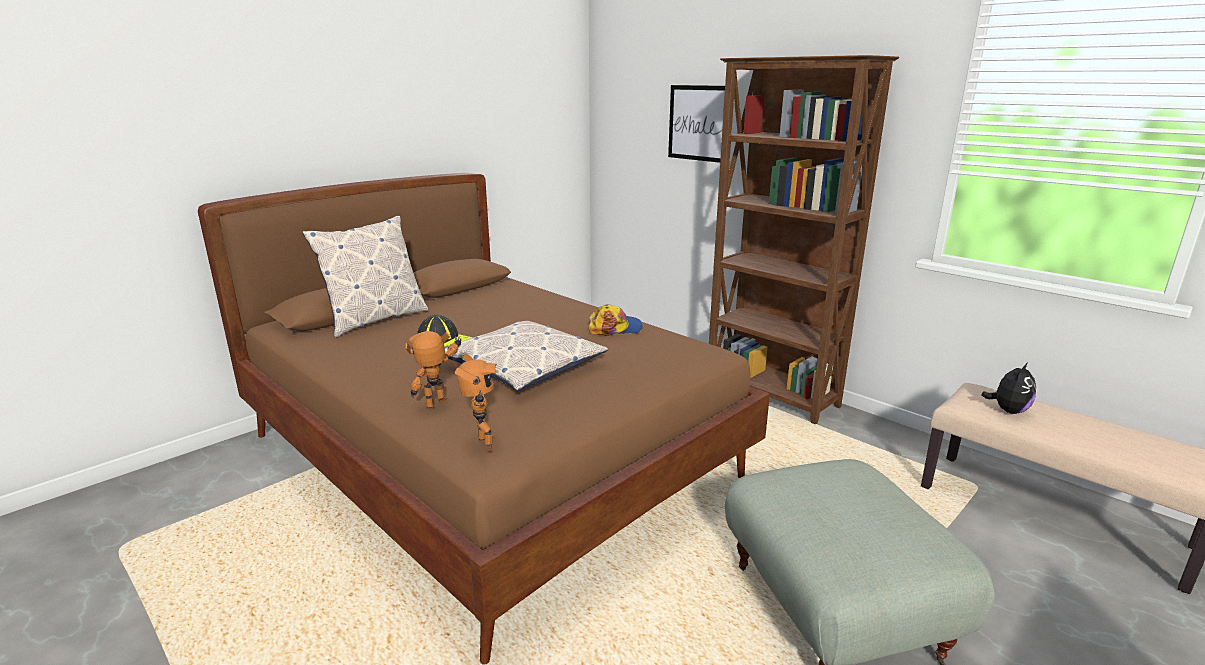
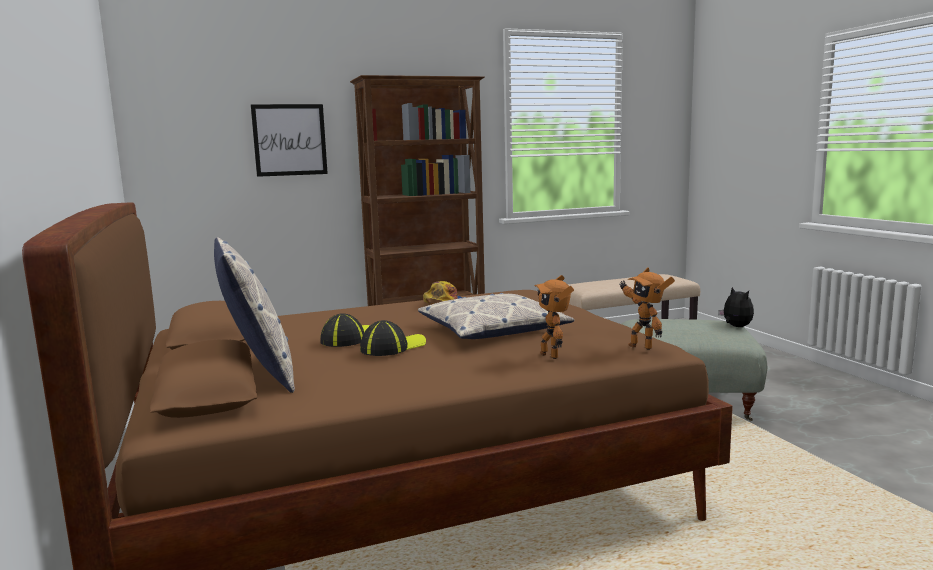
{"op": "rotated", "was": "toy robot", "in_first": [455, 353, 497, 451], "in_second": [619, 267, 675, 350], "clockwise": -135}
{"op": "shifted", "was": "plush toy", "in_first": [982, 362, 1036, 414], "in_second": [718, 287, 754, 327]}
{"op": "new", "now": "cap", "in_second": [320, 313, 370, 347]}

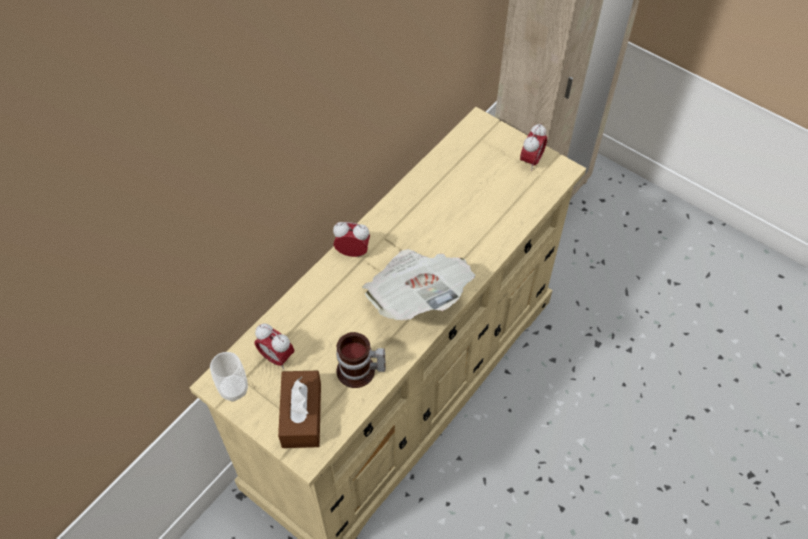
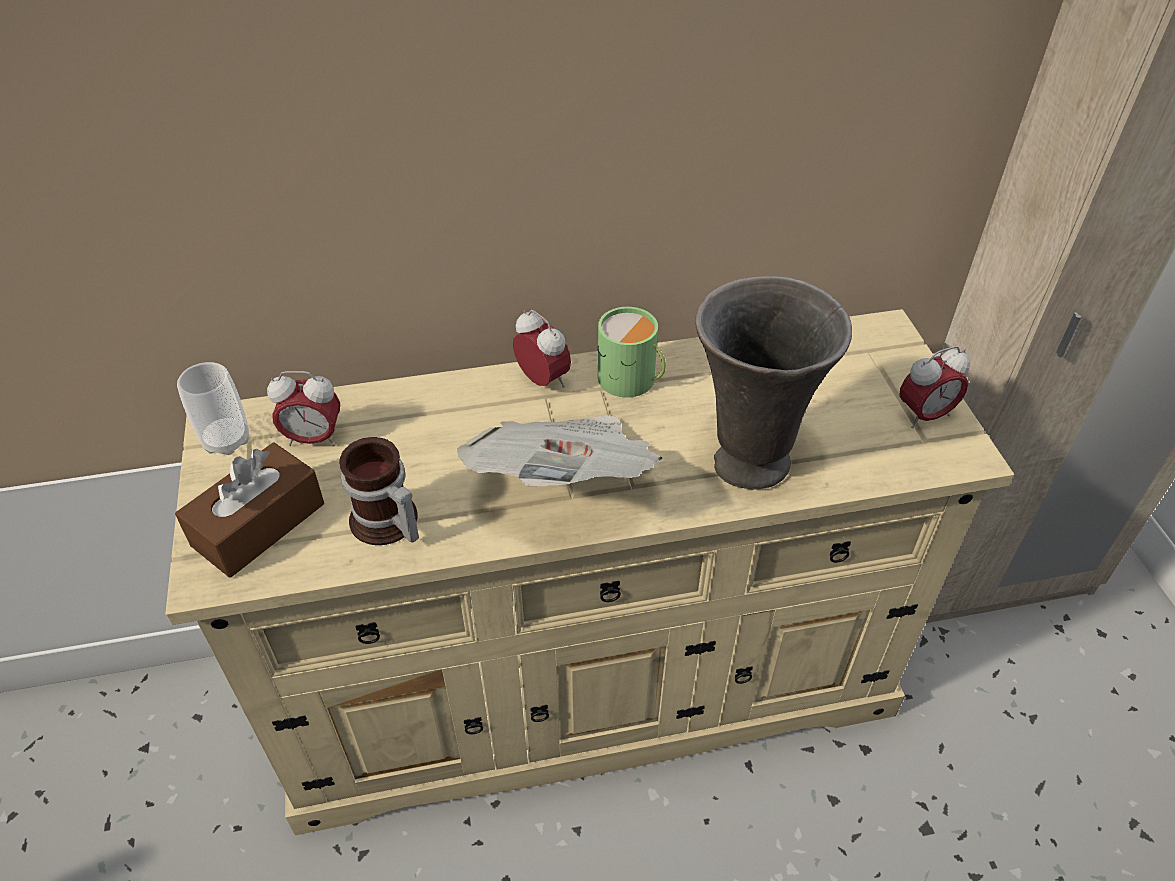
{"op": "rotated", "was": "alarm clock", "in_first": [255, 323, 294, 369], "in_second": [267, 371, 340, 446], "clockwise": -75}
{"op": "new", "now": "grey vase", "in_second": [695, 276, 852, 490]}
{"op": "new", "now": "green mug", "in_second": [597, 307, 666, 397]}

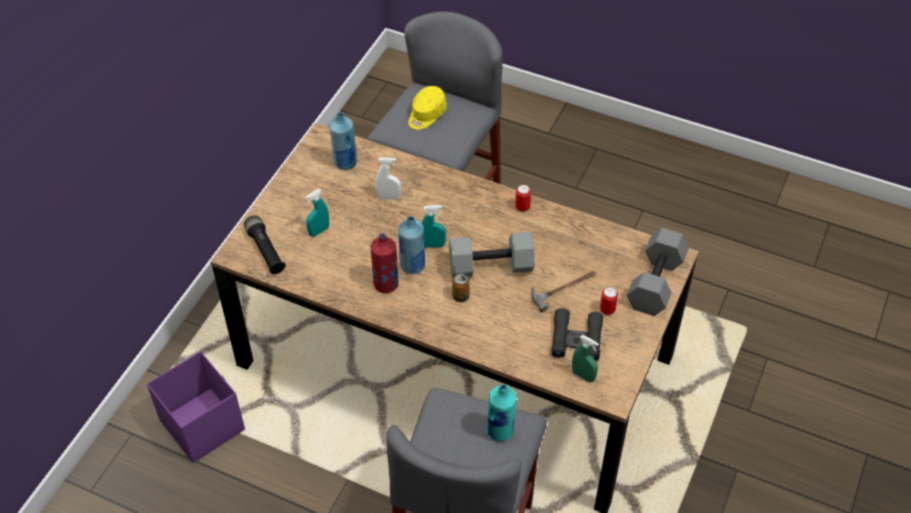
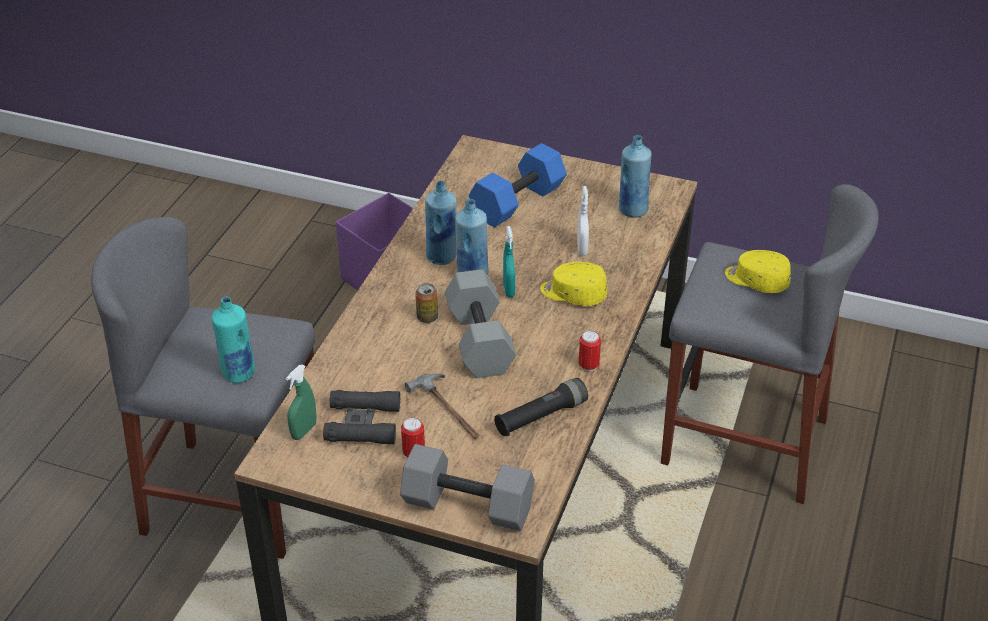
{"op": "swapped", "was": "turquoise spray bottle", "now": "blue dumbbell", "in_first": [305, 189, 329, 237], "in_second": [469, 143, 567, 227]}
{"op": "shifted", "was": "black flashlight", "in_first": [244, 215, 286, 274], "in_second": [494, 378, 588, 436]}
{"op": "repainted", "was": "red bottle", "now": "blue bottle", "in_first": [371, 233, 399, 293], "in_second": [425, 181, 457, 265]}
{"op": "new", "now": "yellow cap", "in_second": [540, 262, 608, 306]}

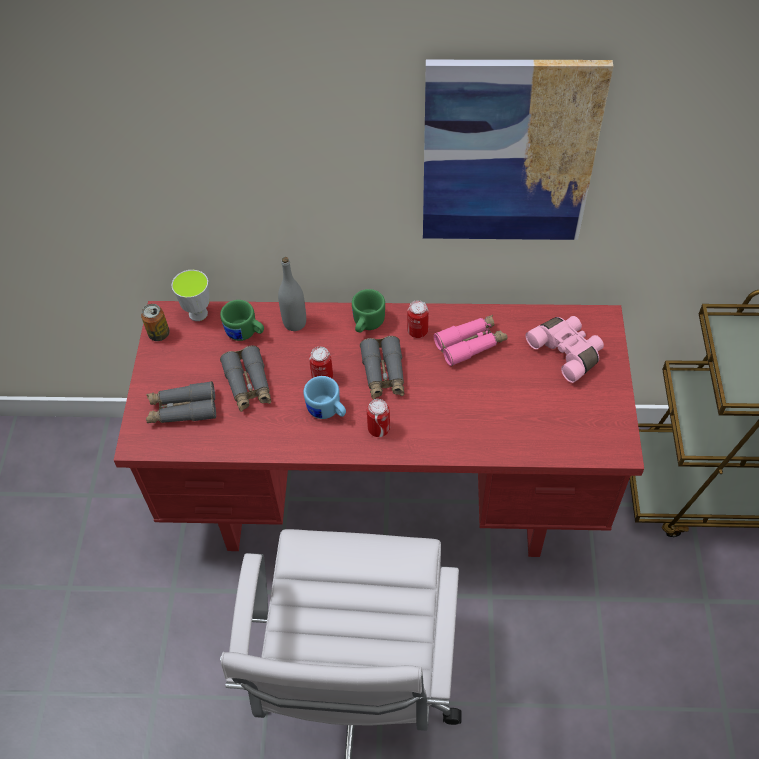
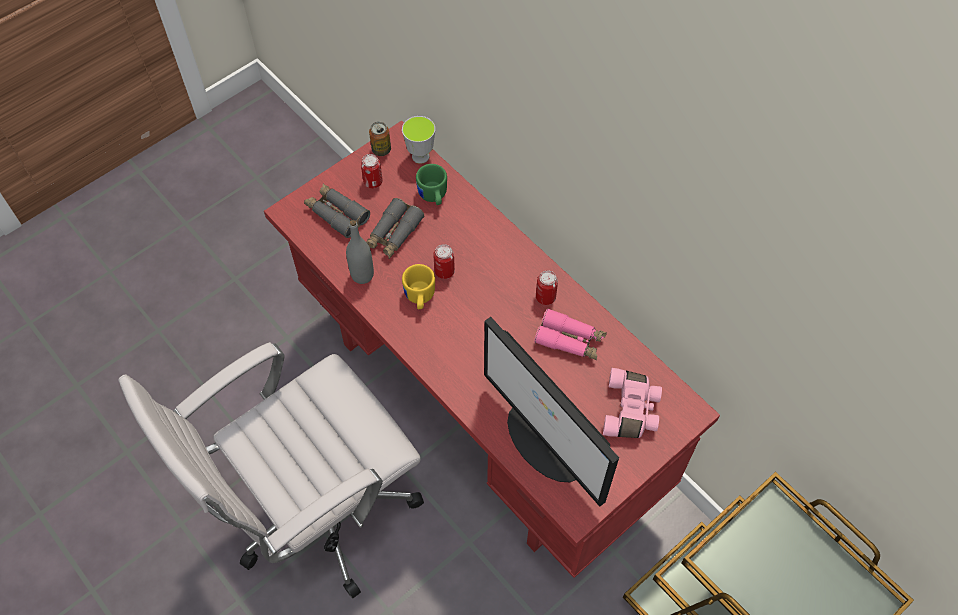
{"op": "gone", "was": "picture", "in_first": [423, 60, 613, 240]}
{"op": "shifted", "was": "grey bottle", "in_first": [278, 257, 306, 331], "in_second": [346, 220, 374, 284]}
{"op": "gone", "was": "green mug", "in_first": [352, 289, 385, 333]}
{"op": "gone", "was": "grey binoculars", "in_first": [360, 336, 404, 399]}
{"op": "repainted", "was": "blue mug", "now": "yellow mug", "in_first": [304, 376, 346, 419], "in_second": [402, 264, 435, 309]}
{"op": "shifted", "was": "can", "in_first": [367, 399, 390, 437], "in_second": [361, 154, 383, 188]}
{"op": "new", "now": "monitor", "in_second": [484, 317, 619, 507]}

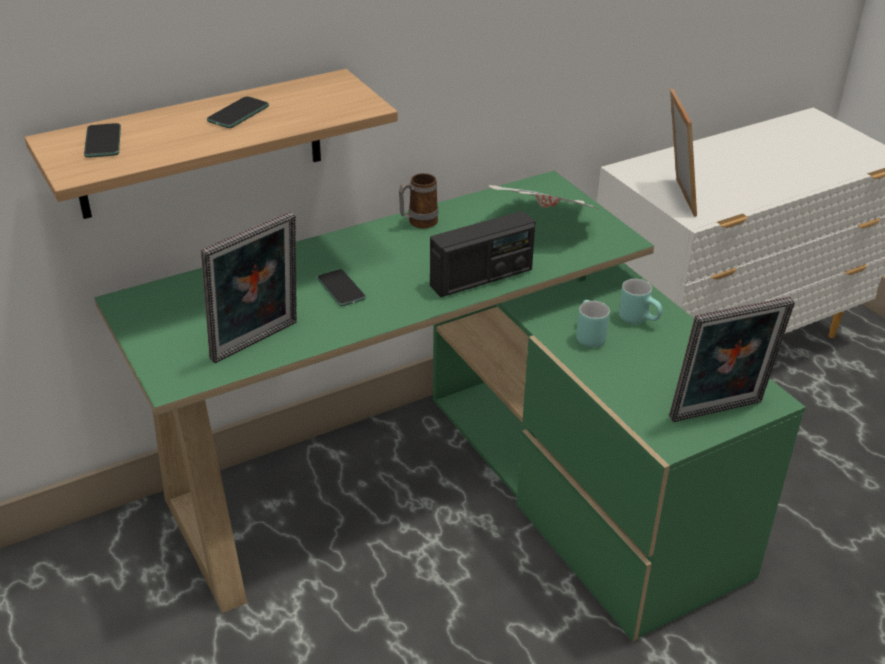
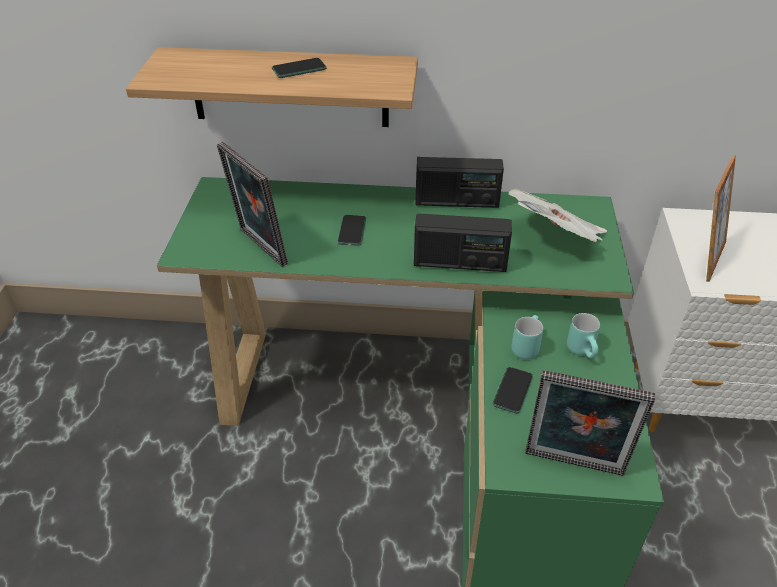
{"op": "shifted", "was": "phone", "in_first": [84, 123, 121, 158], "in_second": [493, 367, 533, 413]}
{"op": "swapped", "was": "mug", "now": "radio", "in_first": [399, 173, 438, 229], "in_second": [415, 157, 504, 208]}
{"op": "rotated", "was": "picture frame", "in_first": [201, 212, 297, 363], "in_second": [217, 142, 288, 267], "clockwise": 60}

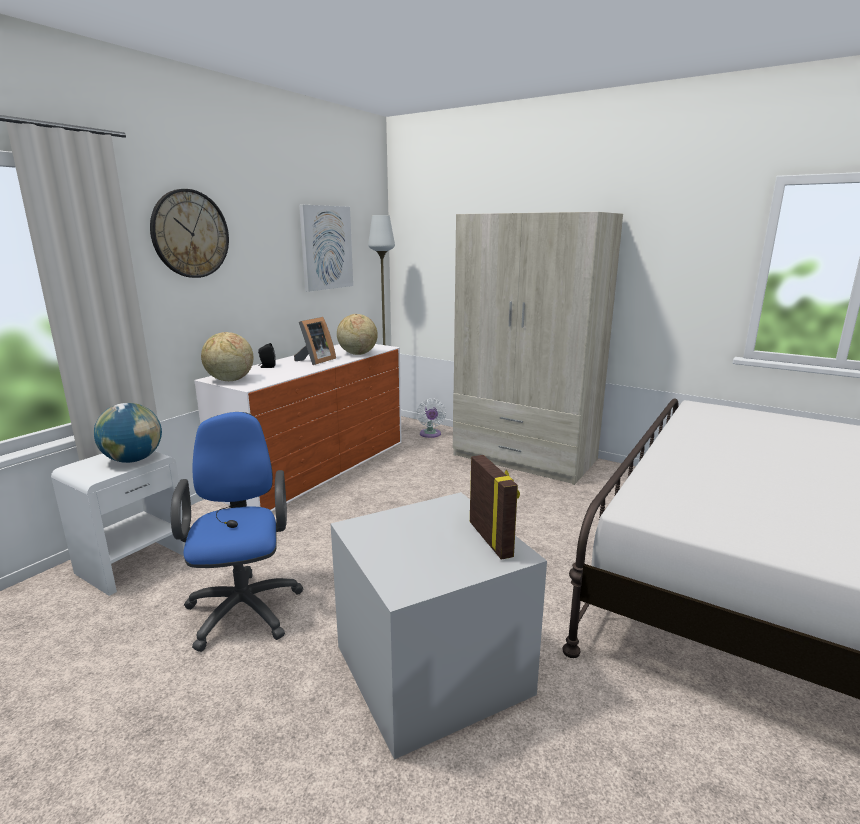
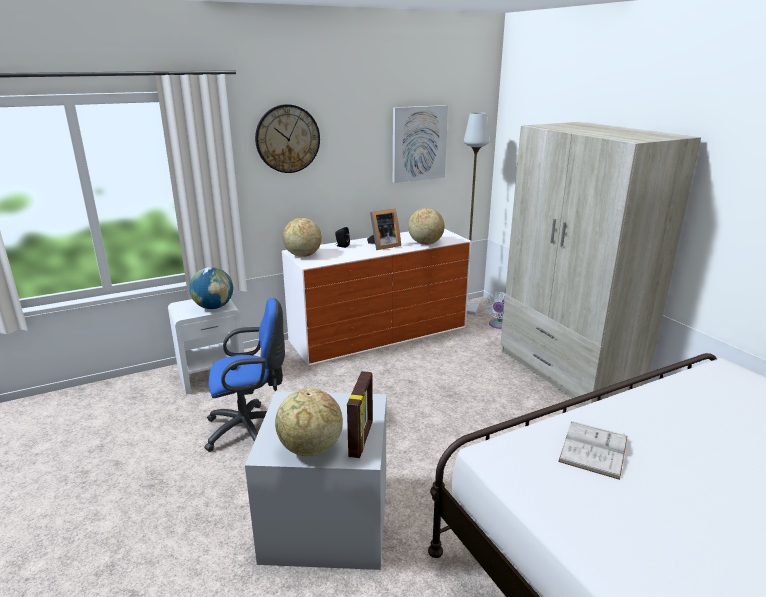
{"op": "rotated", "was": "blue office chair", "in_first": [171, 412, 303, 652], "in_second": [204, 298, 285, 452], "clockwise": 60}
{"op": "new", "now": "globe", "in_second": [275, 388, 343, 456]}
{"op": "new", "now": "white book", "in_second": [558, 421, 628, 480]}

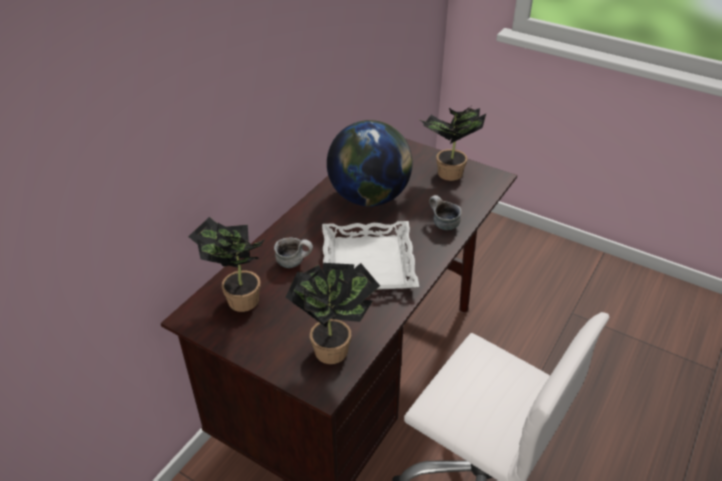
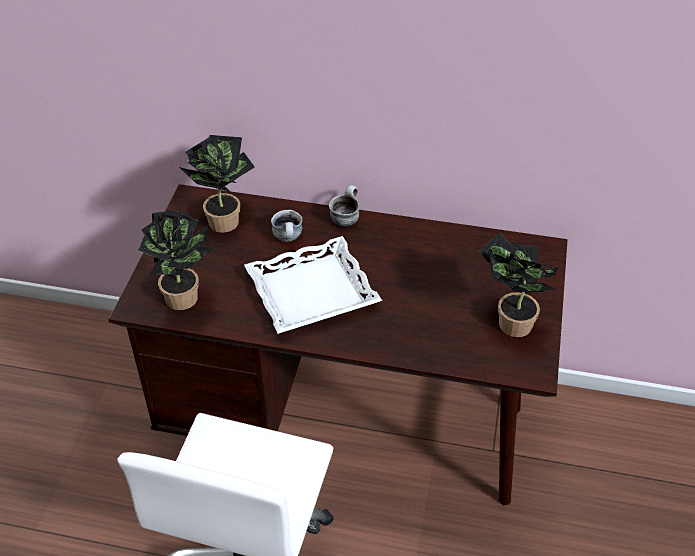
{"op": "gone", "was": "globe", "in_first": [327, 120, 413, 206]}
{"op": "shifted", "was": "mug", "in_first": [429, 195, 462, 230], "in_second": [329, 185, 359, 226]}

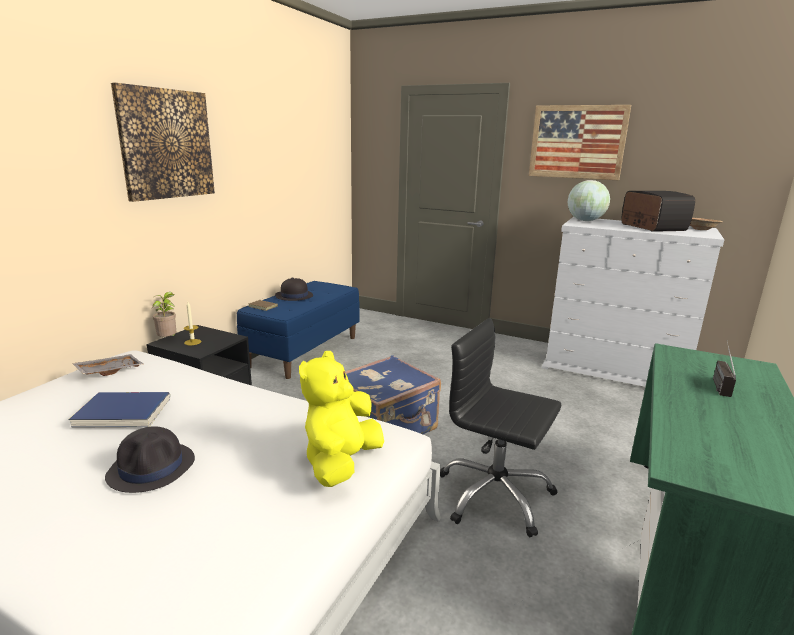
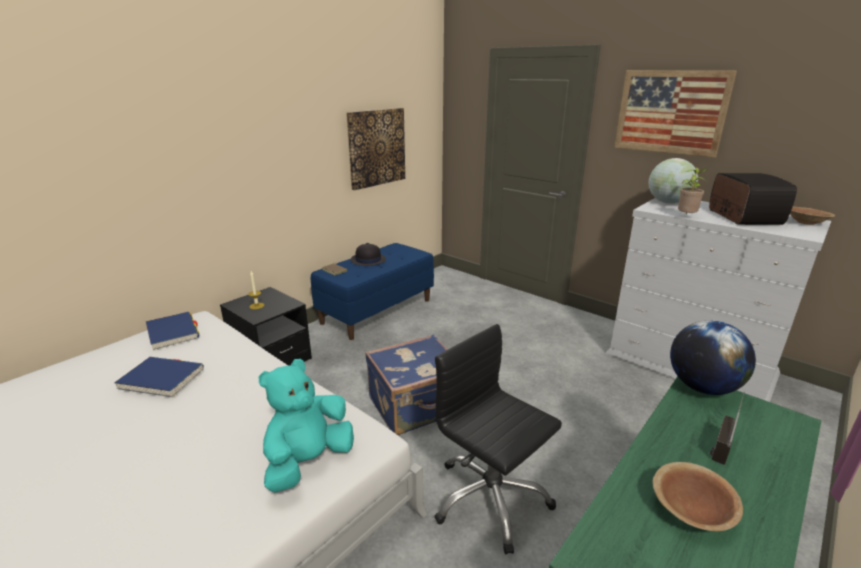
{"op": "shifted", "was": "picture", "in_first": [111, 83, 215, 202], "in_second": [346, 108, 405, 190]}
{"op": "shifted", "was": "potted plant", "in_first": [151, 292, 176, 337], "in_second": [678, 167, 708, 214]}
{"op": "repainted", "was": "yellow plush toy", "now": "turquoise plush toy", "in_first": [299, 351, 384, 487], "in_second": [259, 359, 354, 492]}
{"op": "swapped", "was": "grey tray", "now": "blue book", "in_first": [72, 354, 143, 376], "in_second": [146, 312, 199, 350]}
{"op": "gone", "was": "black hat", "in_first": [105, 426, 195, 493]}
{"op": "new", "now": "globe", "in_second": [670, 320, 756, 395]}
{"op": "new", "now": "brown bowl", "in_second": [653, 462, 743, 532]}

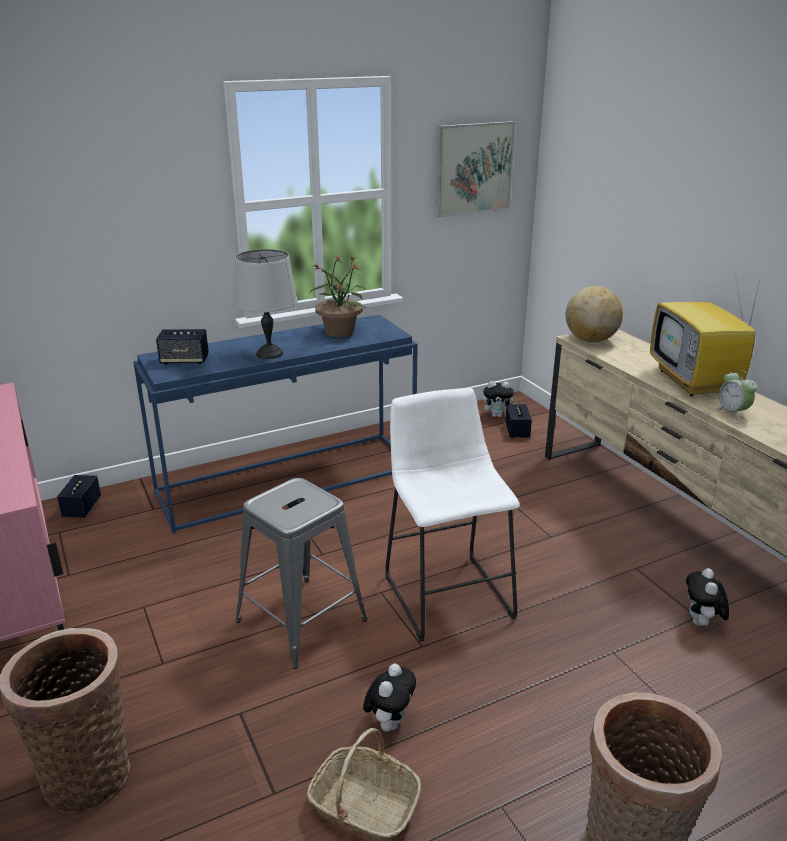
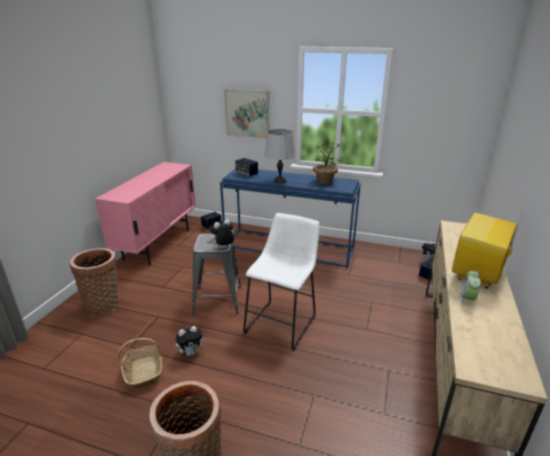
{"op": "shifted", "was": "picture", "in_first": [435, 121, 515, 218], "in_second": [224, 89, 269, 139]}
{"op": "gone", "was": "globe", "in_first": [565, 286, 623, 342]}
{"op": "shifted", "was": "plush toy", "in_first": [686, 568, 729, 627], "in_second": [208, 219, 234, 248]}

